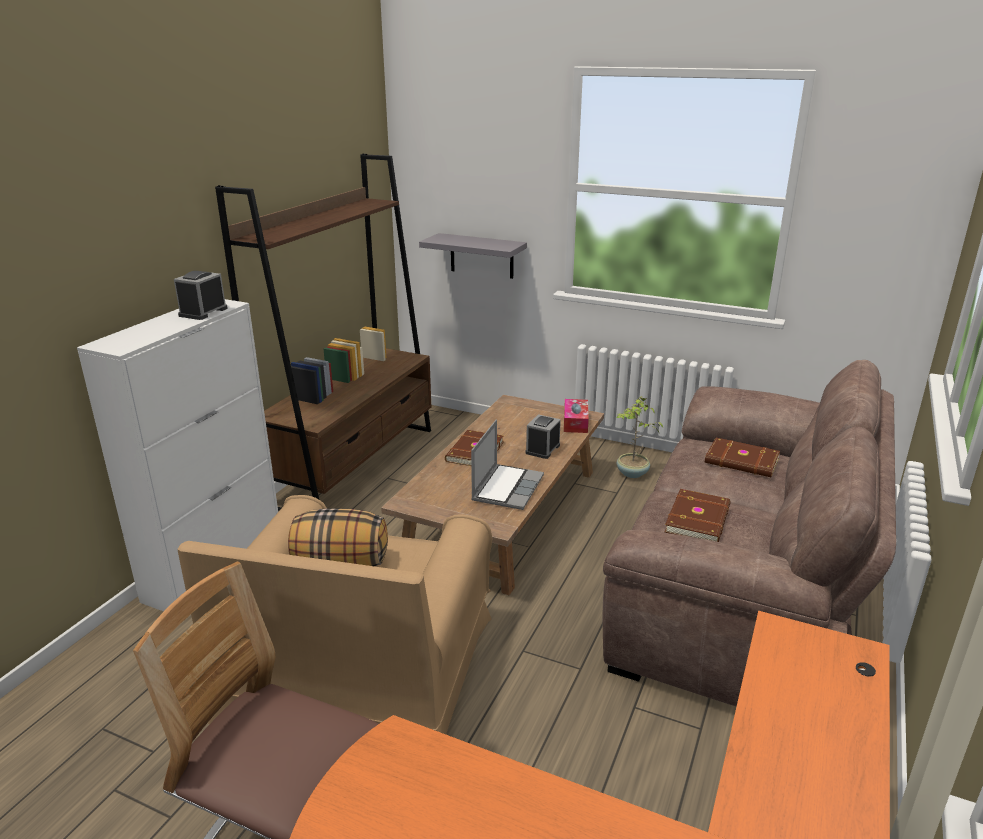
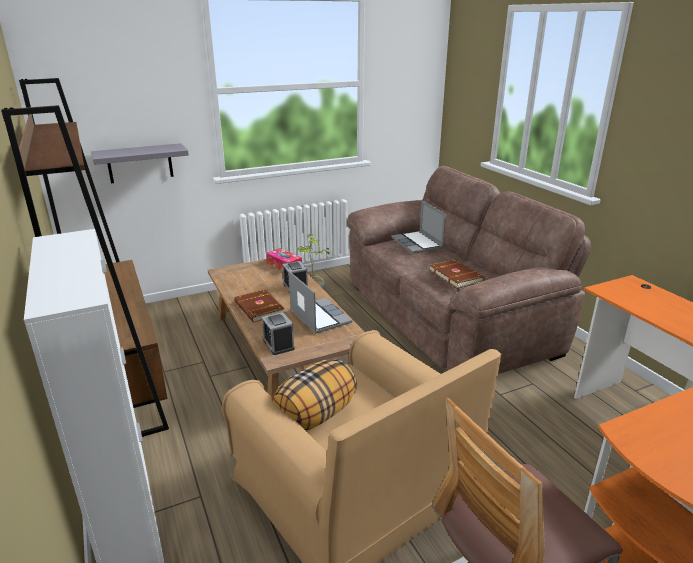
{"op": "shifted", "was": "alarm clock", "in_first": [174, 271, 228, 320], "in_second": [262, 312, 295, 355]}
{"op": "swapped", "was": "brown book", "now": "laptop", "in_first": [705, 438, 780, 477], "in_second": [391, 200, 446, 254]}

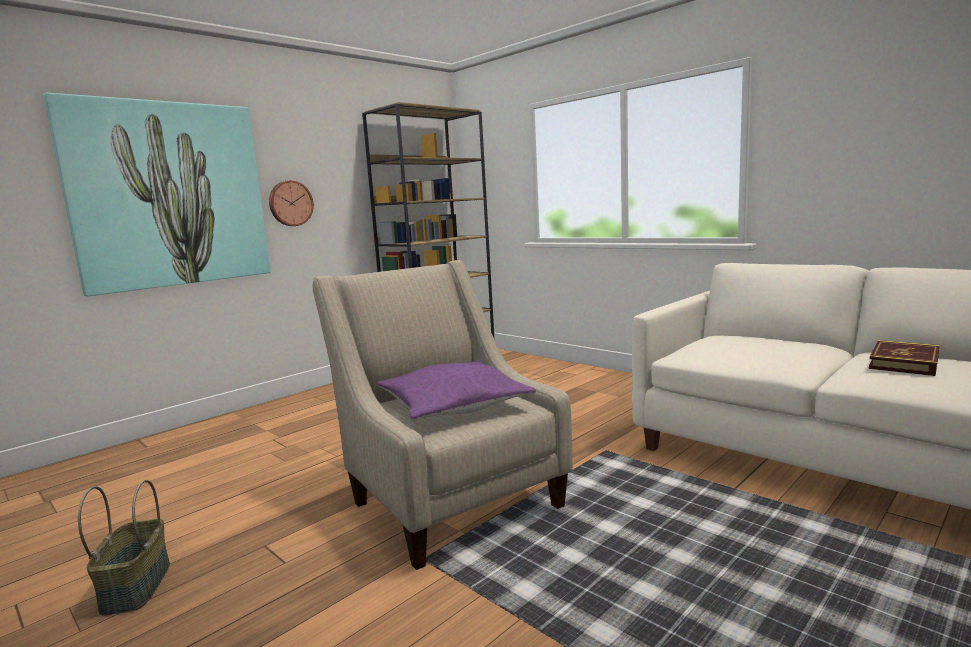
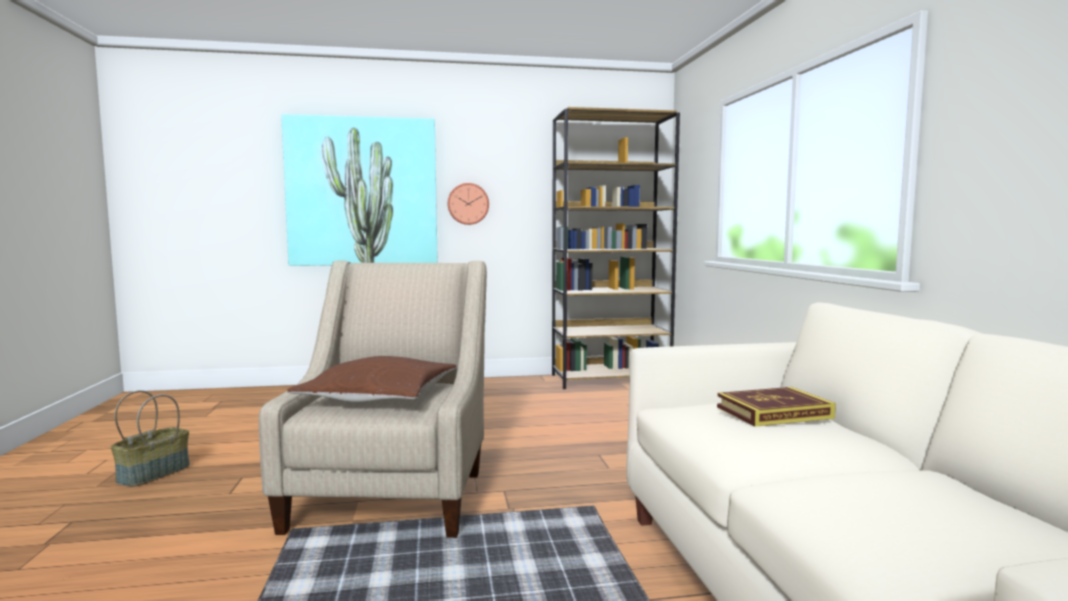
{"op": "shifted", "was": "book", "in_first": [869, 340, 940, 376], "in_second": [717, 387, 836, 427]}
{"op": "repainted", "was": "purple pillow", "now": "brown pillow", "in_first": [376, 361, 536, 420], "in_second": [287, 356, 456, 403]}

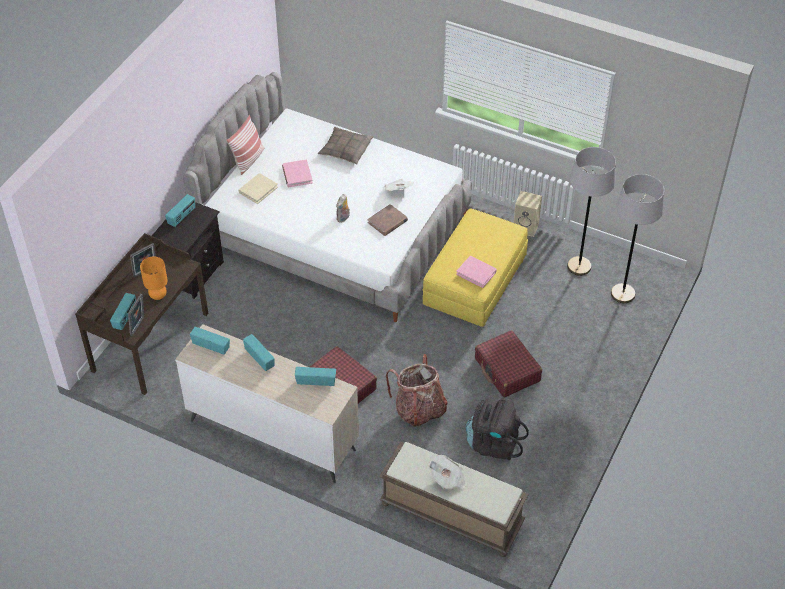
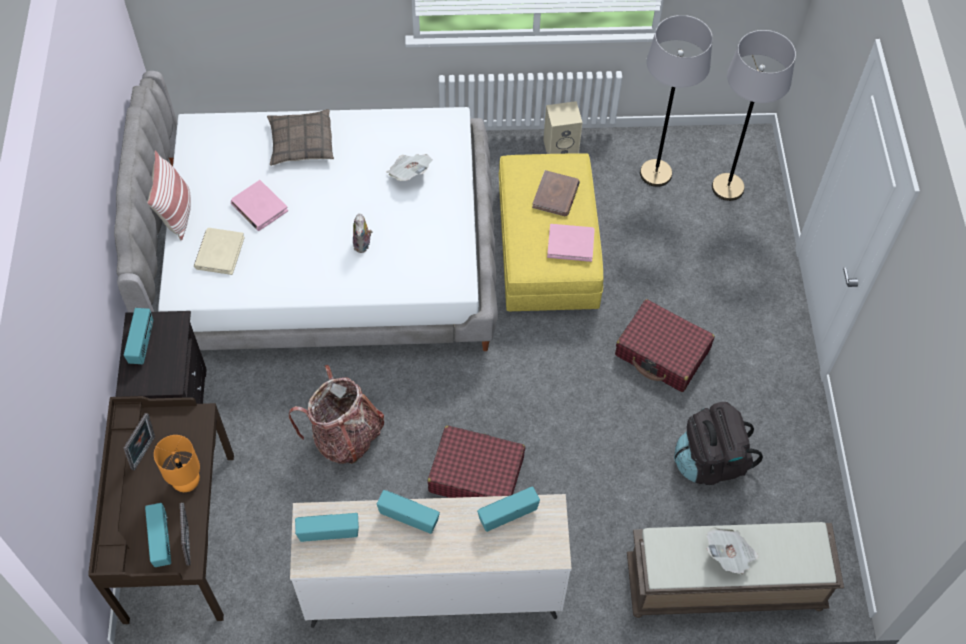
{"op": "shifted", "was": "brown book", "in_first": [367, 204, 408, 236], "in_second": [532, 170, 580, 216]}
{"op": "shifted", "was": "backpack", "in_first": [386, 354, 447, 428], "in_second": [289, 365, 385, 464]}

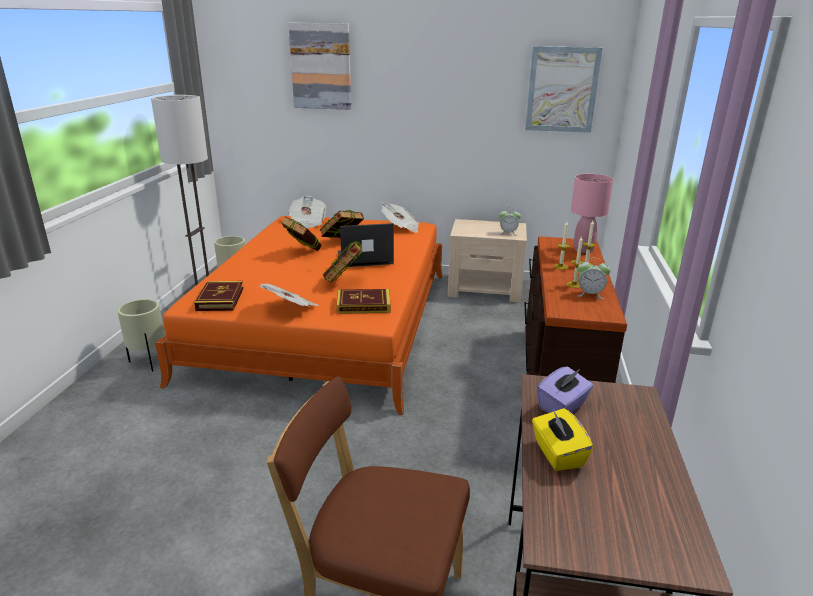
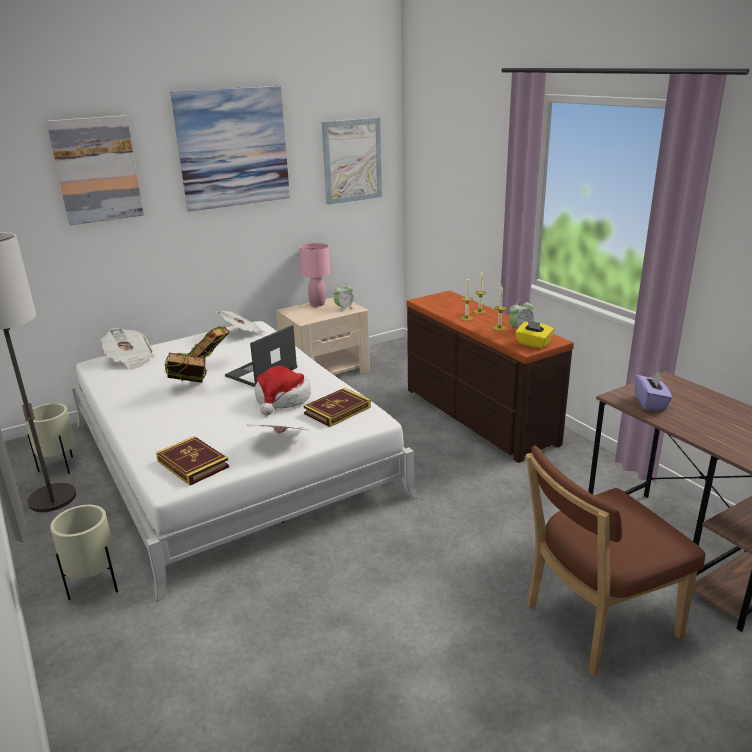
{"op": "shifted", "was": "pink table lamp", "in_first": [571, 174, 613, 253], "in_second": [299, 243, 330, 307]}
{"op": "repainted", "was": "orange bed", "now": "white bed", "in_first": [155, 216, 443, 415], "in_second": [71, 321, 418, 601]}
{"op": "swapped", "was": "book", "now": "hat", "in_first": [323, 241, 362, 283], "in_second": [255, 366, 311, 416]}
{"op": "shifted", "was": "yellow tissue box", "in_first": [532, 408, 593, 471], "in_second": [515, 320, 554, 349]}
{"op": "new", "now": "picture", "in_second": [170, 86, 290, 212]}

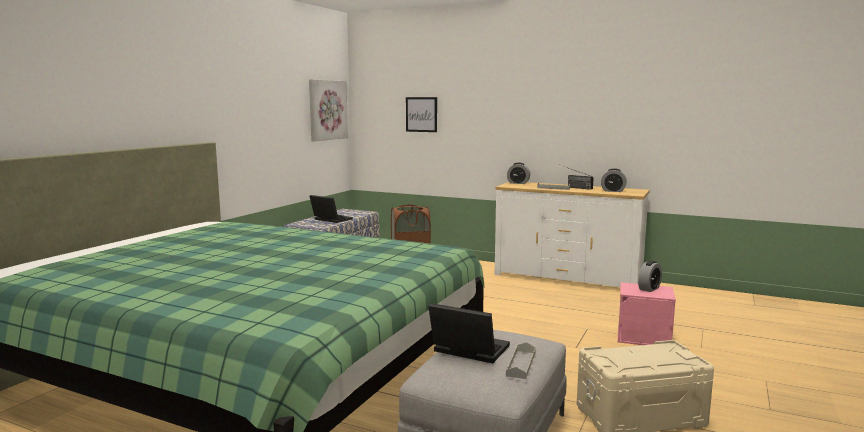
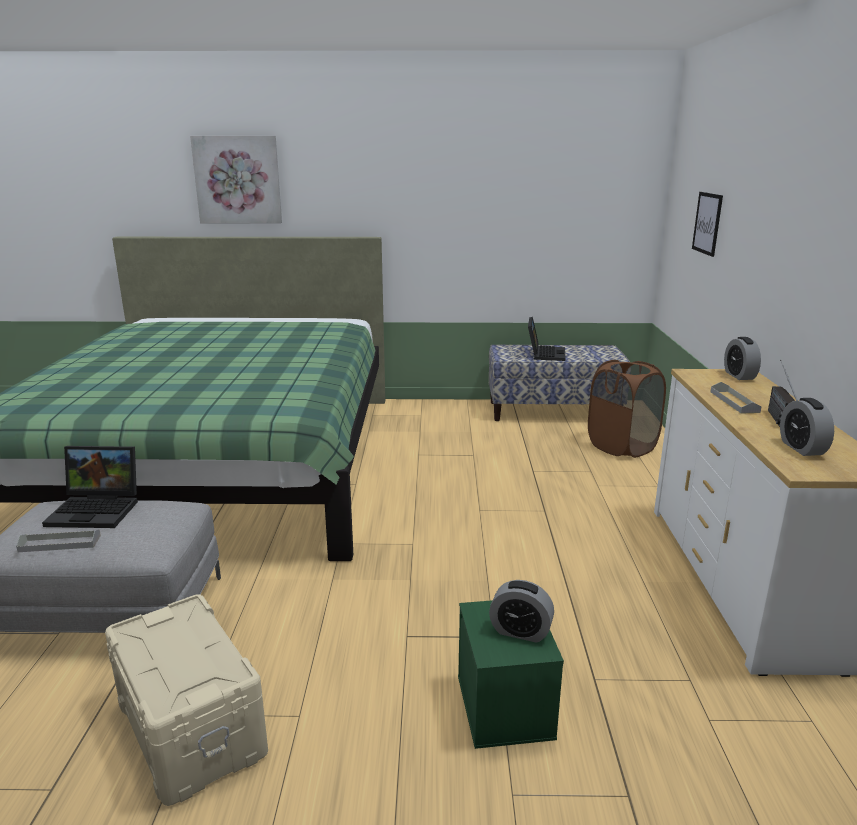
{"op": "shifted", "was": "picture", "in_first": [309, 79, 348, 141], "in_second": [190, 136, 282, 223]}
{"op": "repainted", "was": "pink storage box", "now": "green storage box", "in_first": [617, 282, 676, 345], "in_second": [458, 600, 564, 749]}
{"op": "rotated", "was": "laptop", "in_first": [428, 303, 510, 363], "in_second": [42, 446, 138, 528], "clockwise": 90}

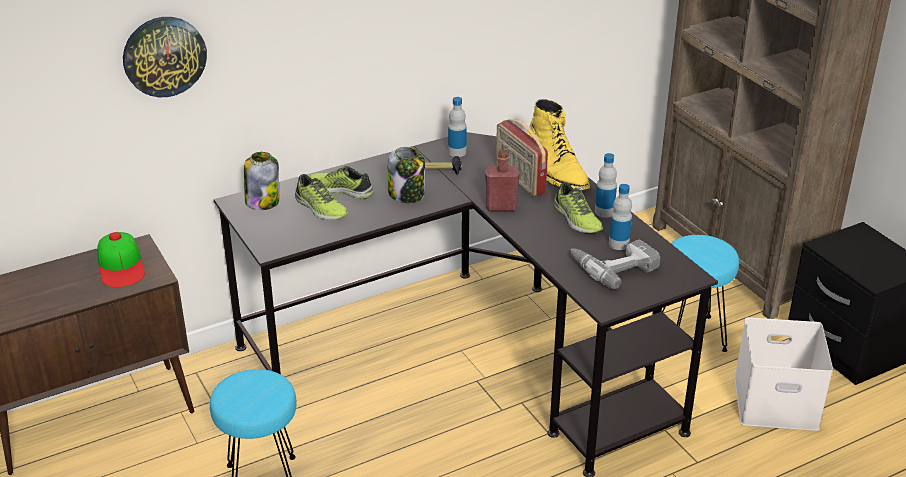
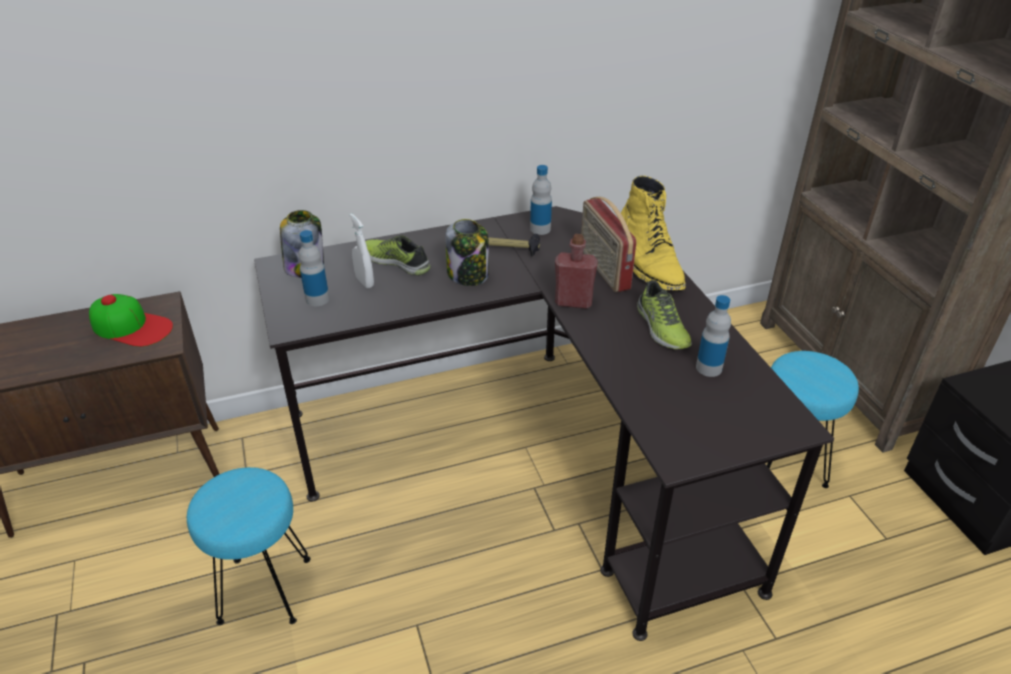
{"op": "gone", "was": "wall clock", "in_first": [123, 17, 207, 97]}
{"op": "shifted", "was": "bottle", "in_first": [595, 153, 617, 218], "in_second": [299, 230, 329, 306]}
{"op": "swapped", "was": "shoe", "now": "white spray bottle", "in_first": [295, 174, 348, 220], "in_second": [350, 213, 374, 288]}
{"op": "rotated", "was": "cap", "in_first": [97, 232, 145, 288], "in_second": [89, 294, 173, 347], "clockwise": -60}
{"op": "gone", "was": "power drill", "in_first": [570, 240, 660, 289]}
{"op": "gone", "was": "white storage box", "in_first": [734, 317, 833, 431]}

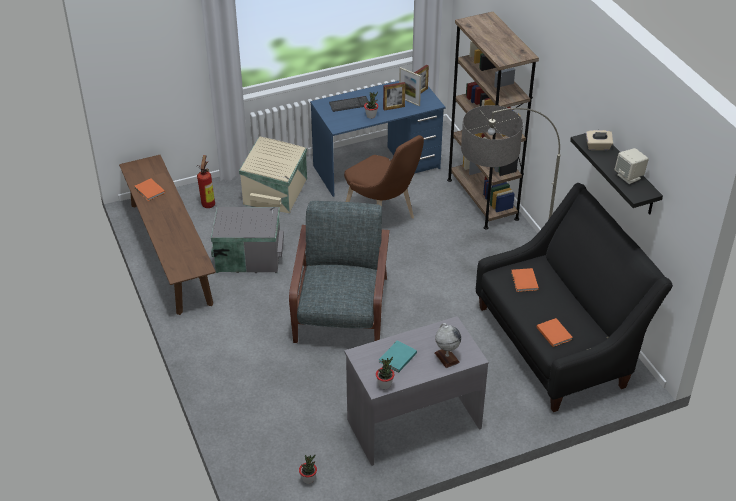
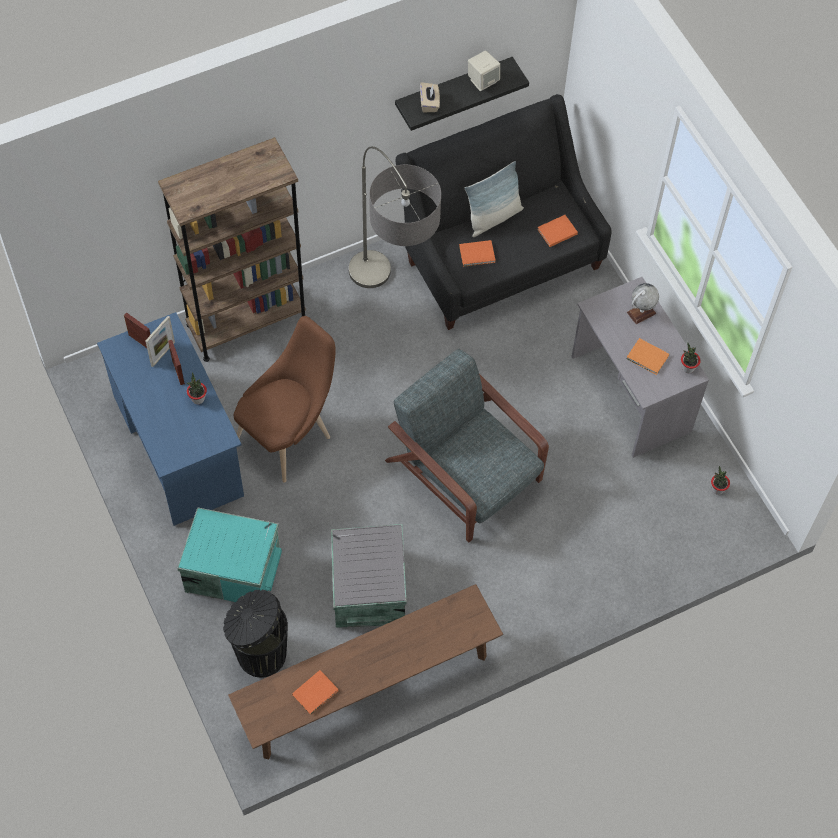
{"op": "gone", "was": "keyboard", "in_first": [329, 96, 368, 112]}
{"op": "repainted", "was": "beige storage box", "now": "turquoise storage box", "in_first": [239, 136, 307, 213], "in_second": [177, 507, 282, 602]}
{"op": "swapped", "was": "fire extinguisher", "now": "black trash can", "in_first": [197, 155, 215, 208], "in_second": [223, 590, 288, 677]}
{"op": "rotated", "was": "grey armchair", "in_first": [289, 201, 390, 343], "in_second": [385, 349, 549, 542], "clockwise": 45}
{"op": "repainted", "was": "turquoise book", "now": "orange book", "in_first": [379, 341, 417, 372], "in_second": [626, 338, 669, 375]}
{"op": "new", "now": "pillow", "in_second": [465, 161, 524, 237]}

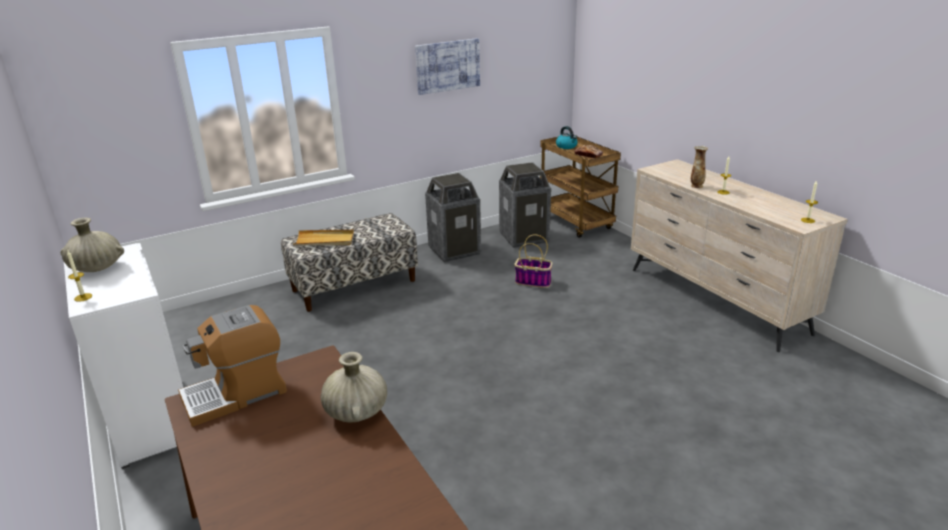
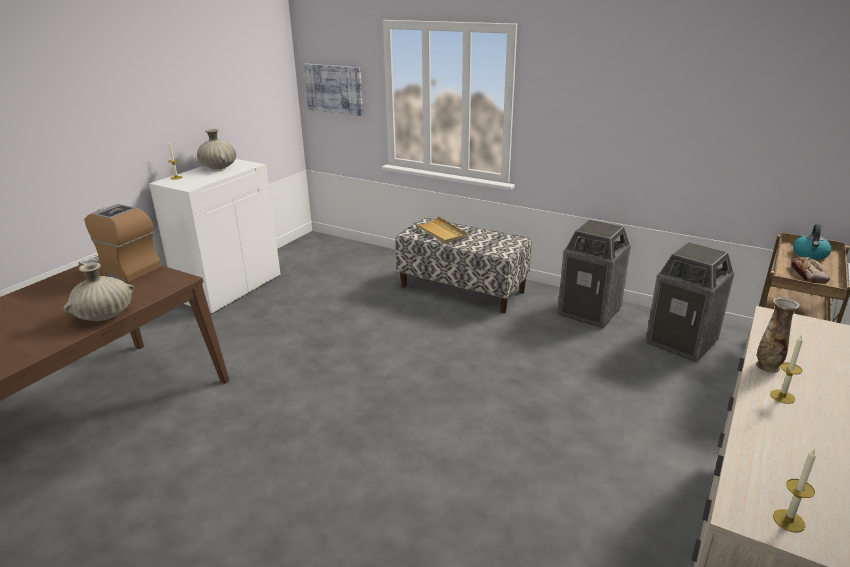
{"op": "shifted", "was": "picture", "in_first": [415, 38, 480, 95], "in_second": [304, 64, 363, 116]}
{"op": "gone", "was": "basket", "in_first": [514, 234, 553, 288]}

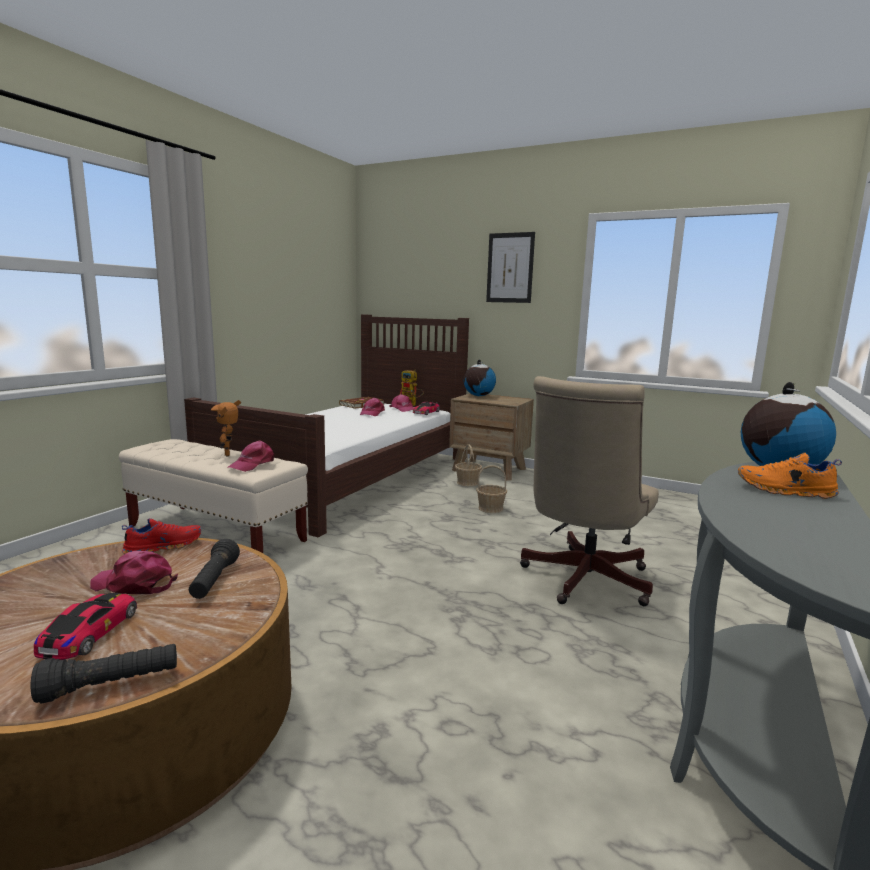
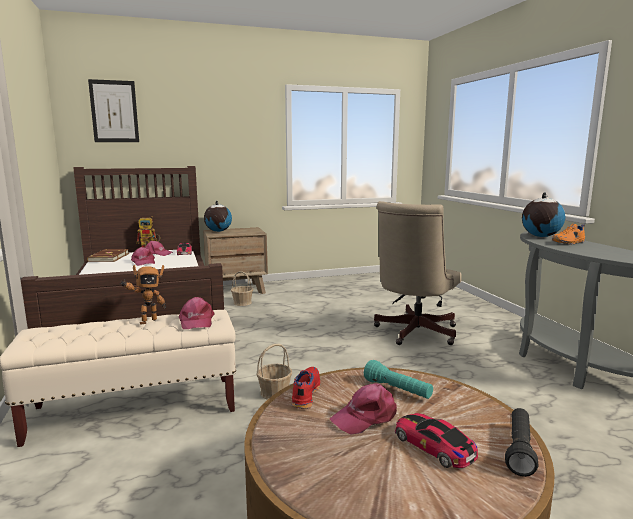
{"op": "shifted", "was": "picture", "in_first": [486, 232, 535, 303], "in_second": [88, 79, 139, 142]}
{"op": "rotated", "was": "beige office chair", "in_first": [520, 376, 659, 606], "in_second": [374, 201, 462, 345], "clockwise": 45}
{"op": "rotated", "was": "toy robot", "in_first": [211, 400, 241, 457], "in_second": [120, 265, 166, 325], "clockwise": -75}
{"op": "shifted", "was": "basket", "in_first": [476, 465, 507, 513], "in_second": [256, 344, 292, 400]}
{"op": "repainted", "was": "black flashlight", "now": "turquoise flashlight", "in_first": [189, 539, 240, 599], "in_second": [364, 360, 433, 399]}

